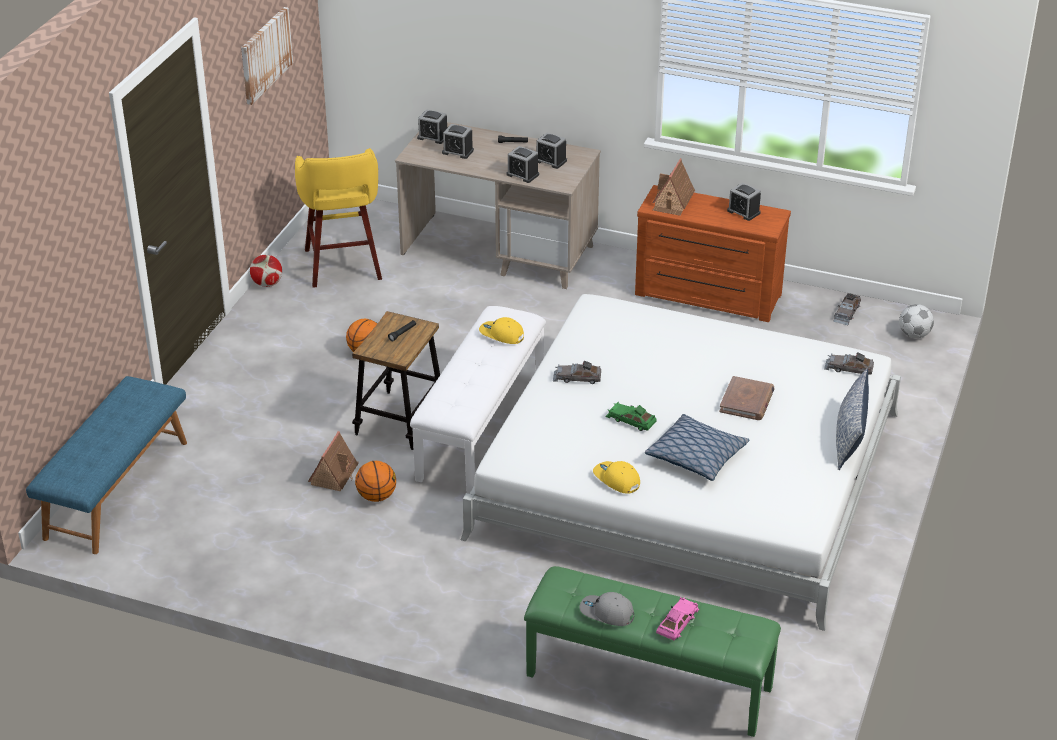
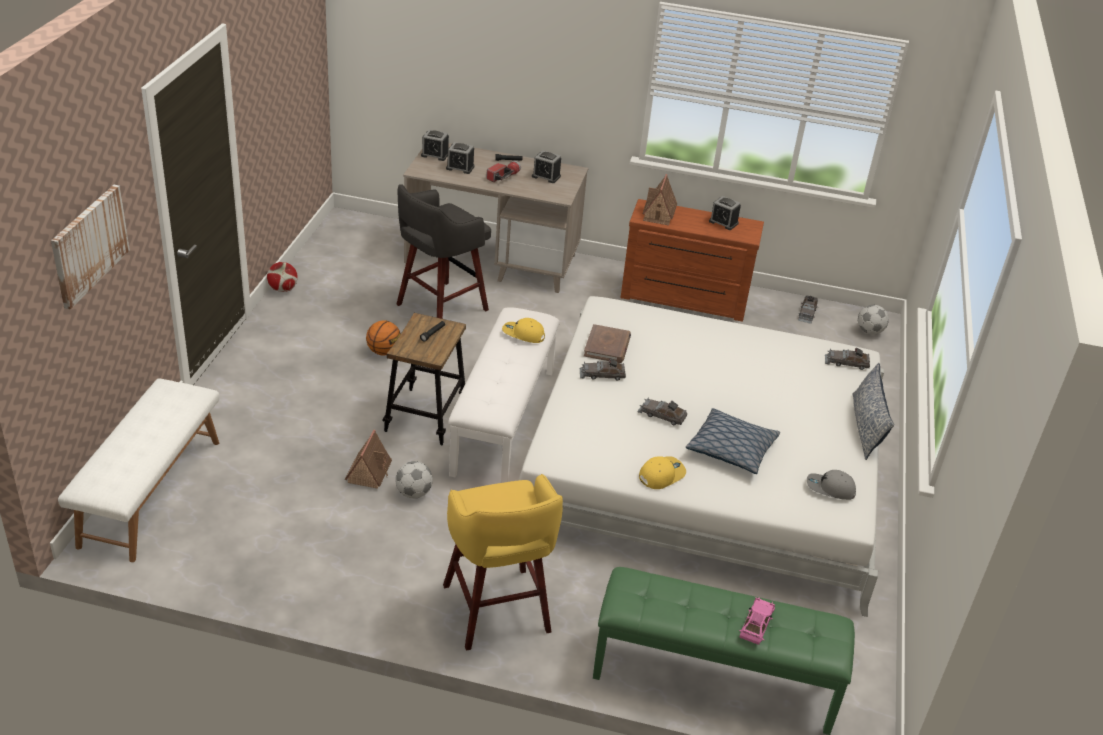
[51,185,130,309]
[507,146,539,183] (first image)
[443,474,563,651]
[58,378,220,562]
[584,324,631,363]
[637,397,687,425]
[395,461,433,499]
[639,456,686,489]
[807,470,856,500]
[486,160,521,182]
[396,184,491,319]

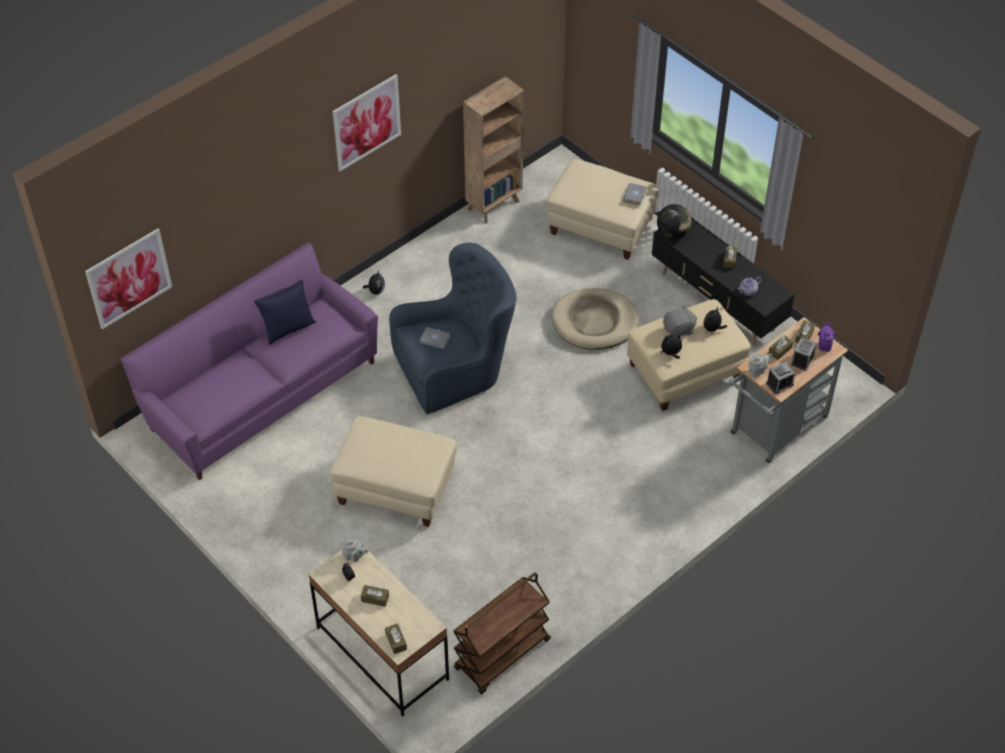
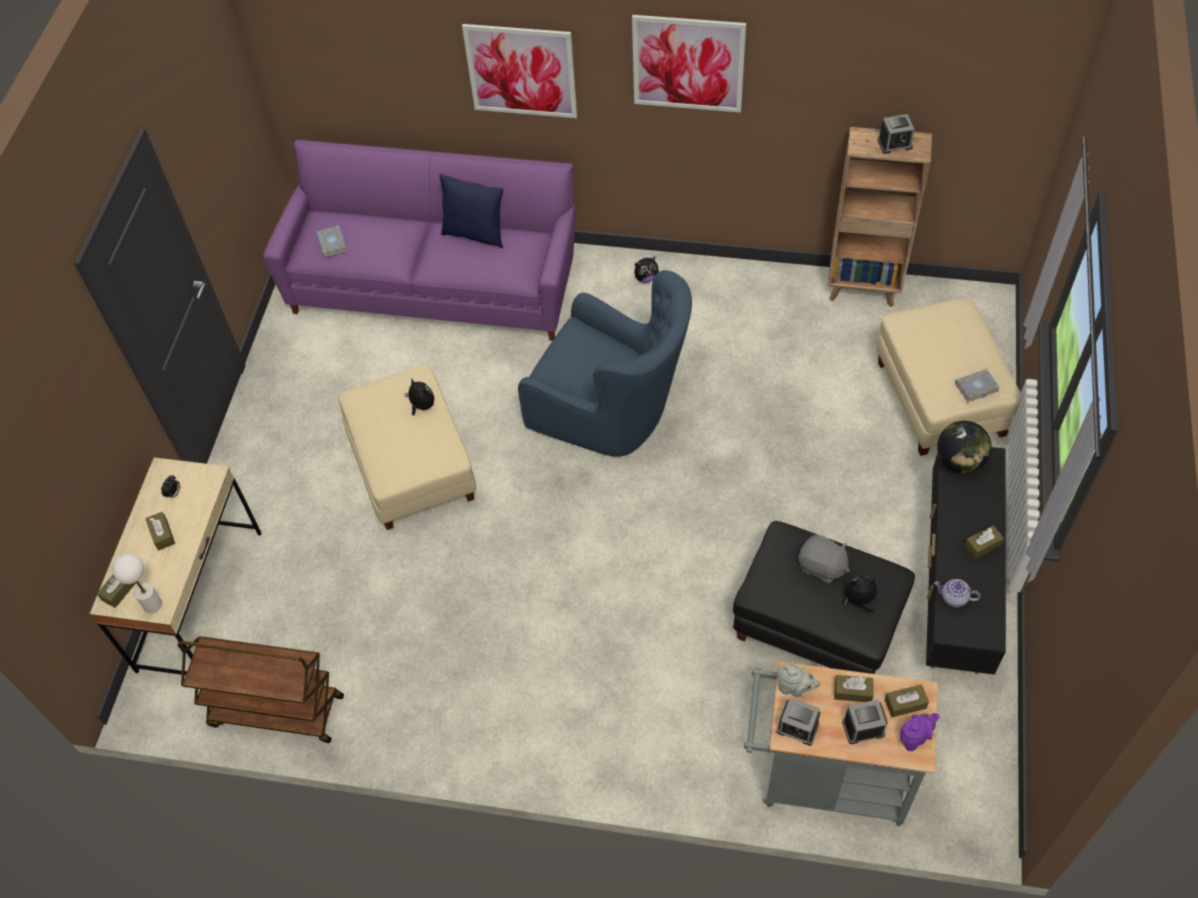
[462,24,577,118]
[552,288,639,350] (first image)
[733,521,915,674]
[316,226,347,258]
[405,379,434,415]
[341,537,369,562] (first image)
[878,114,915,154]
[112,554,162,613]

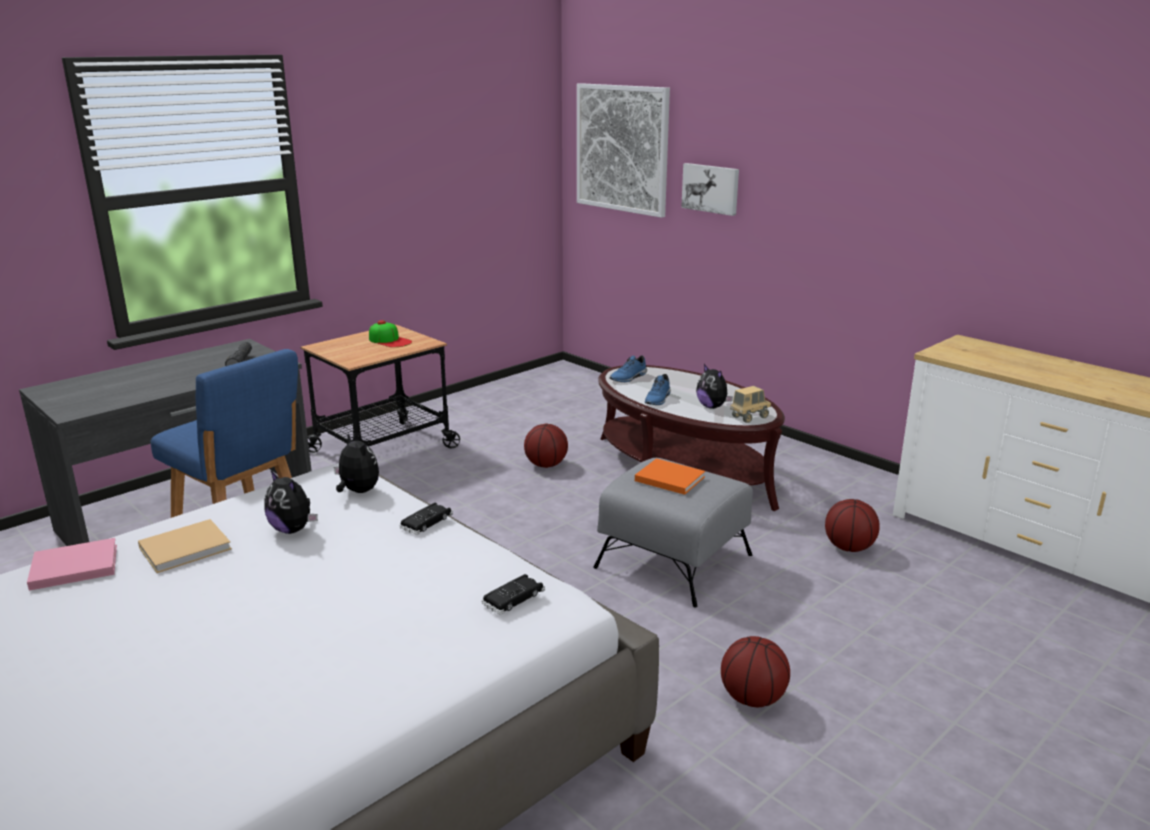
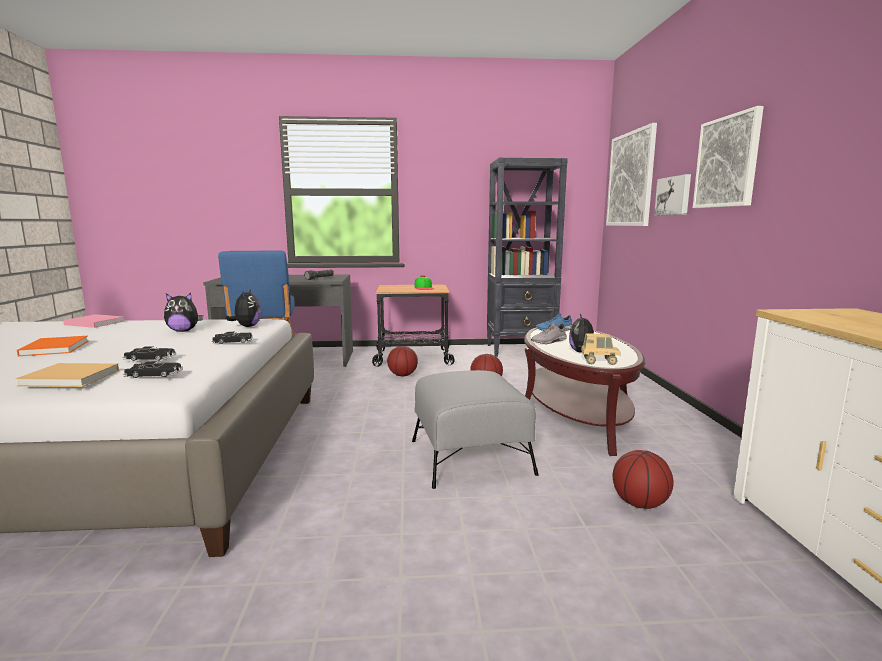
[531,323,567,344]
[17,336,89,356]
[164,293,203,332]
[15,363,119,387]
[387,346,418,376]
[693,106,764,208]
[487,158,568,357]
[123,347,176,361]

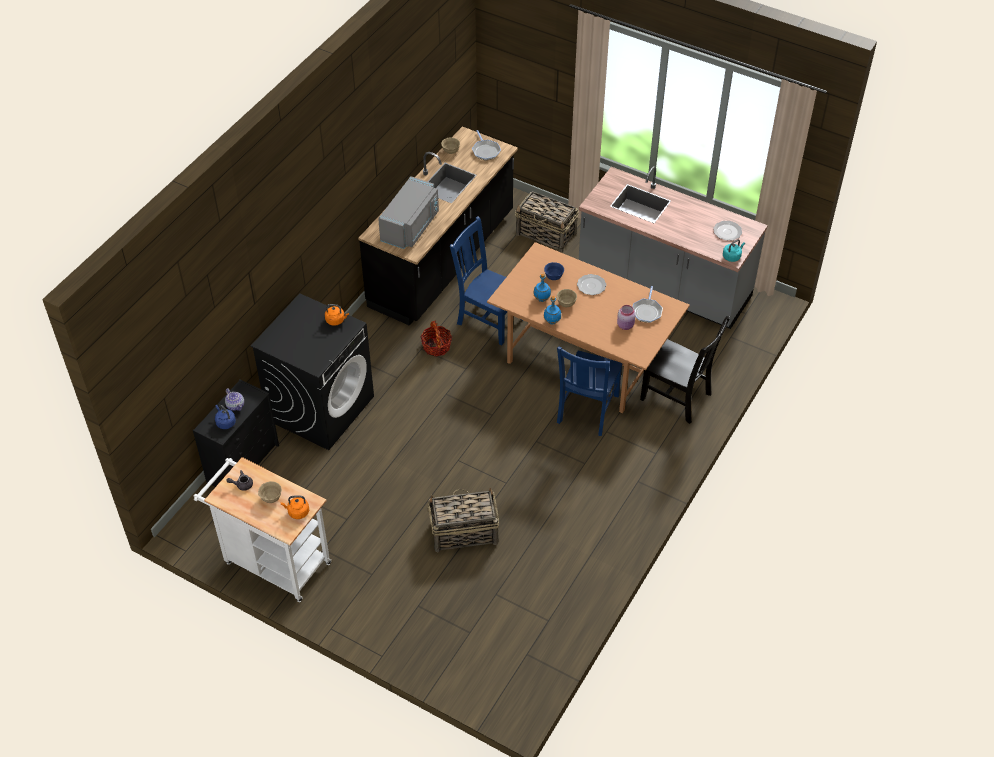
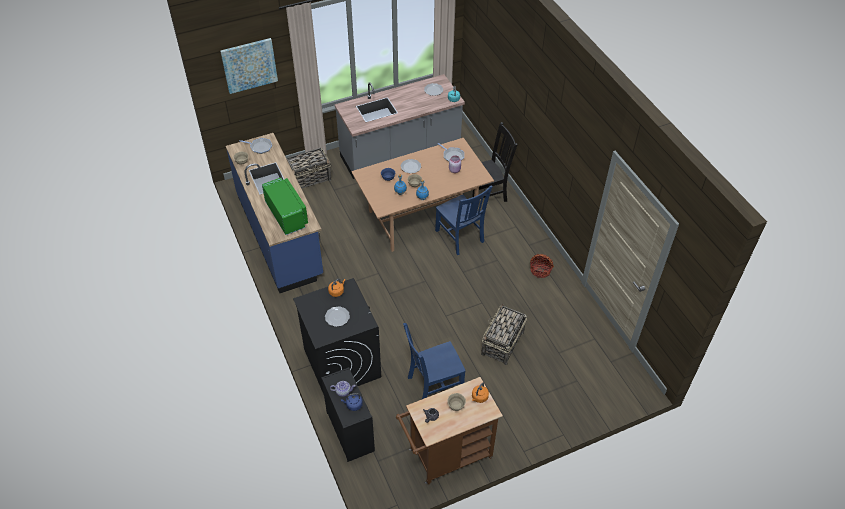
[226,133,323,293]
[262,178,308,235]
[403,323,466,399]
[530,254,554,278]
[396,377,503,485]
[220,38,278,94]
[325,306,350,327]

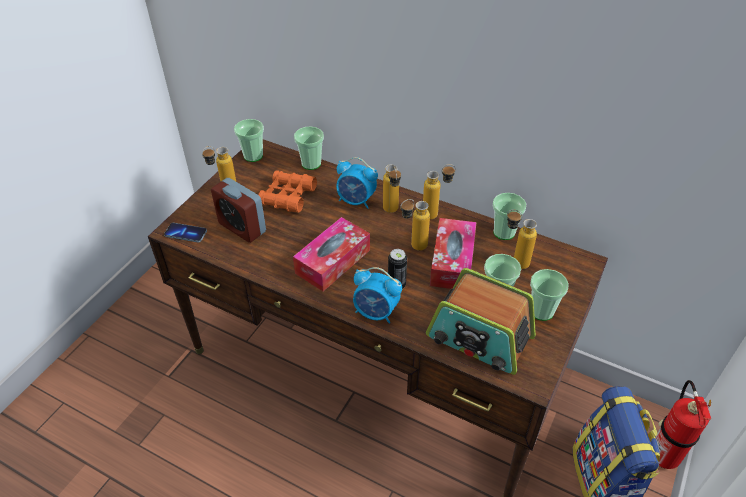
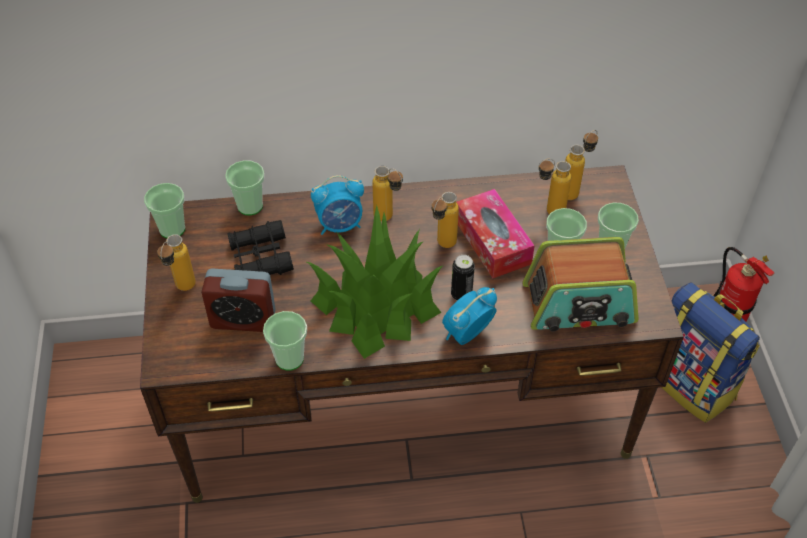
[565,130,598,200]
[227,220,294,275]
[263,311,307,371]
[307,205,444,359]
[164,223,207,242] (first image)
[442,287,497,345]

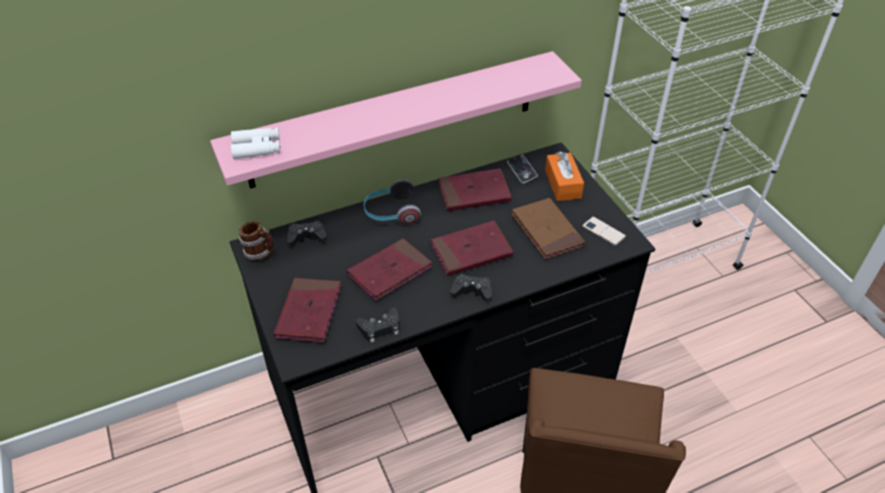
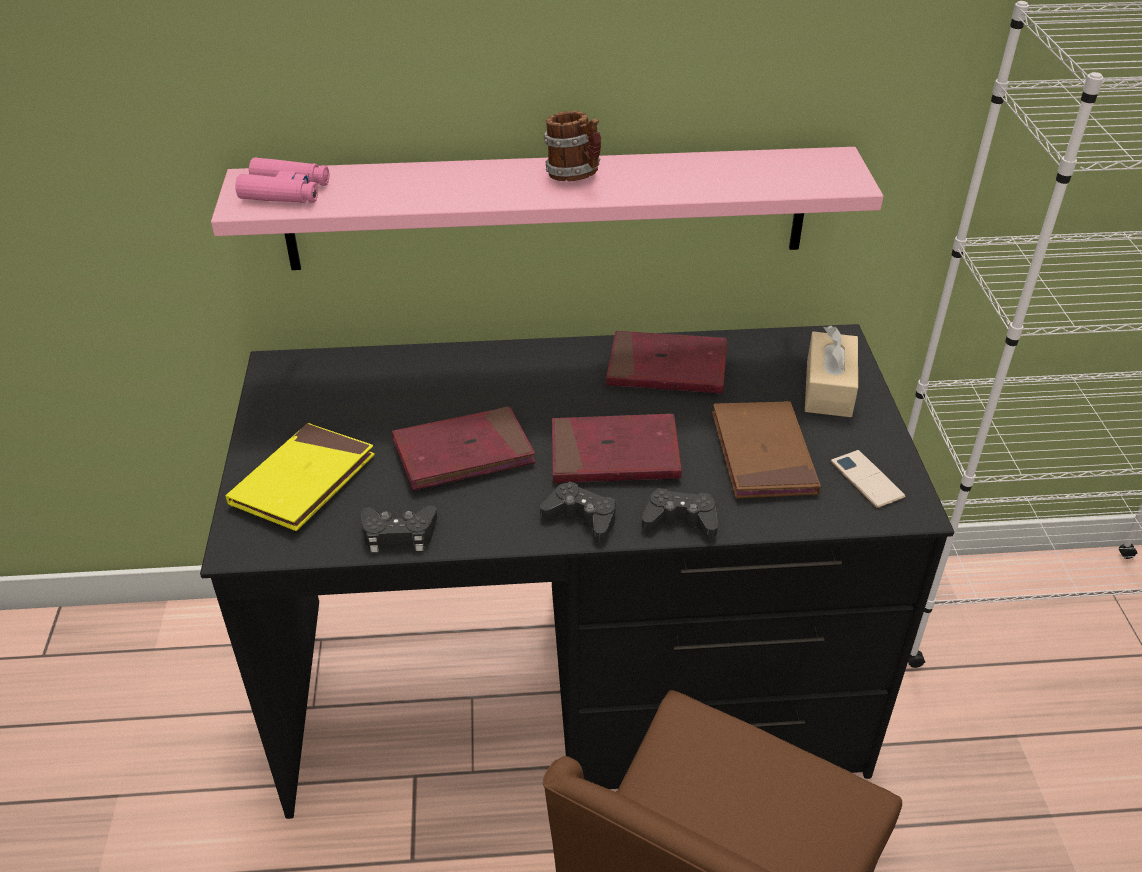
[235,158,329,203]
[805,326,858,417]
[507,154,538,184] (first image)
[364,180,421,225] (first image)
[544,111,601,181]
[642,488,718,538]
[226,423,375,531]

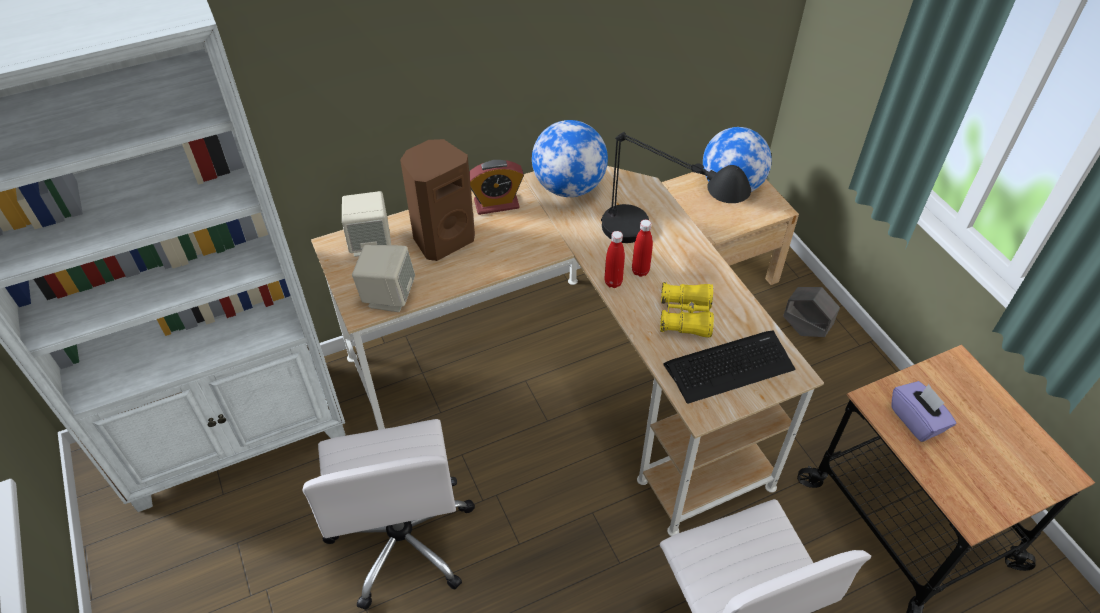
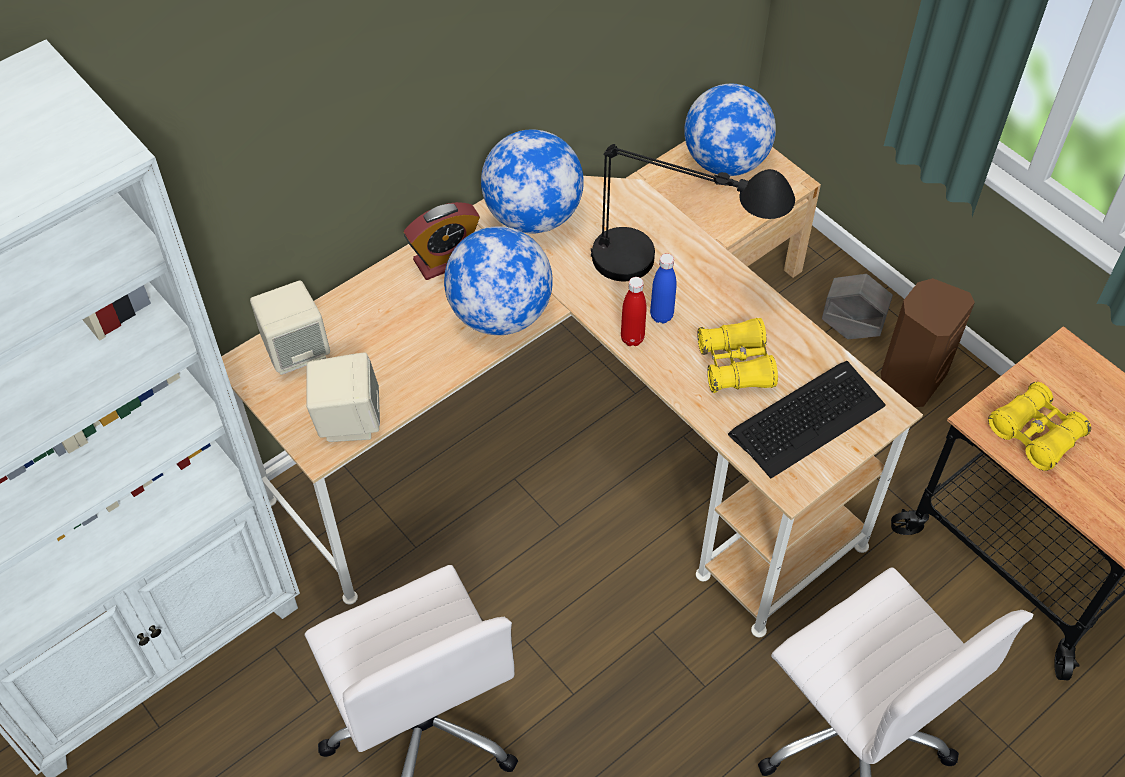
[881,278,975,407]
[650,253,677,324]
[988,382,1091,471]
[444,226,553,335]

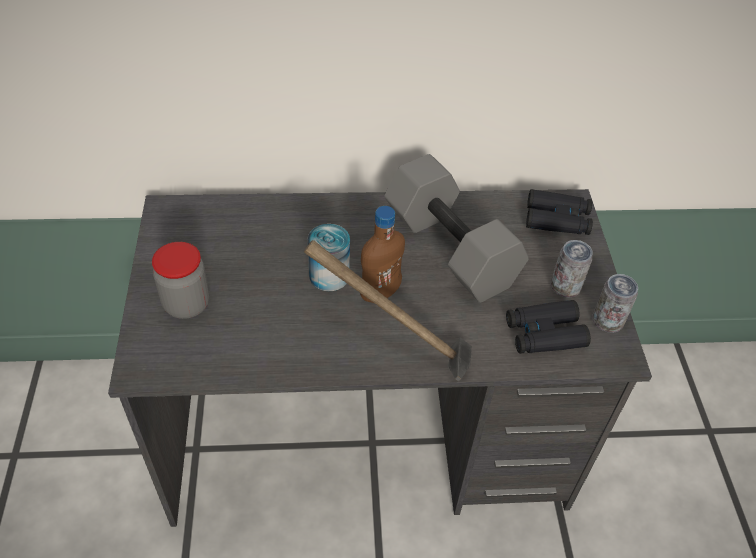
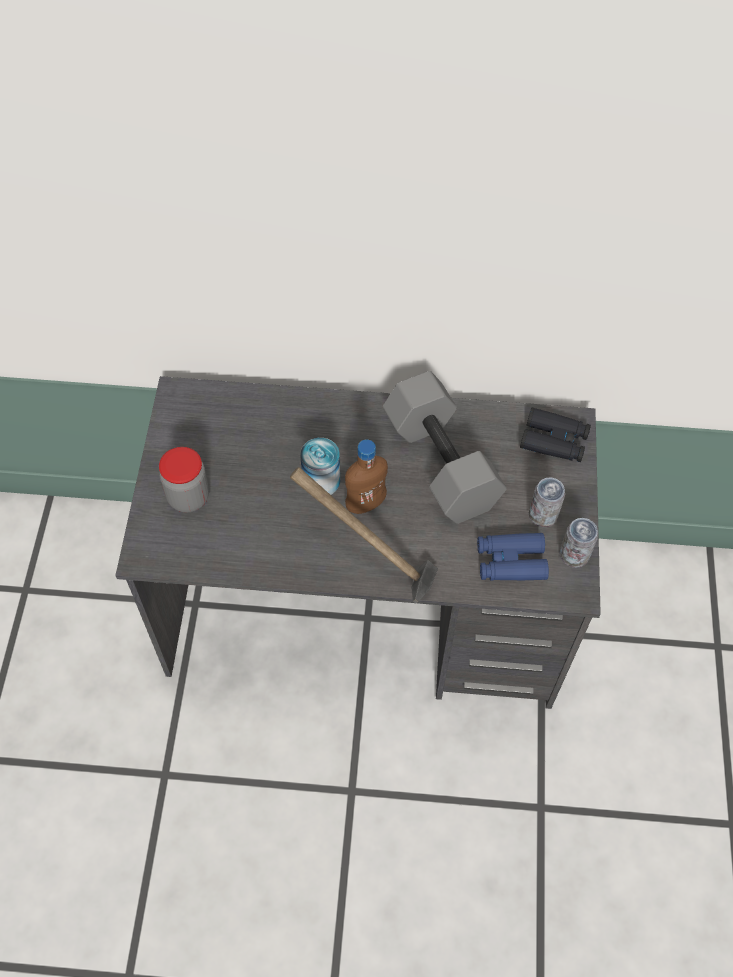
[477,533,549,580]

